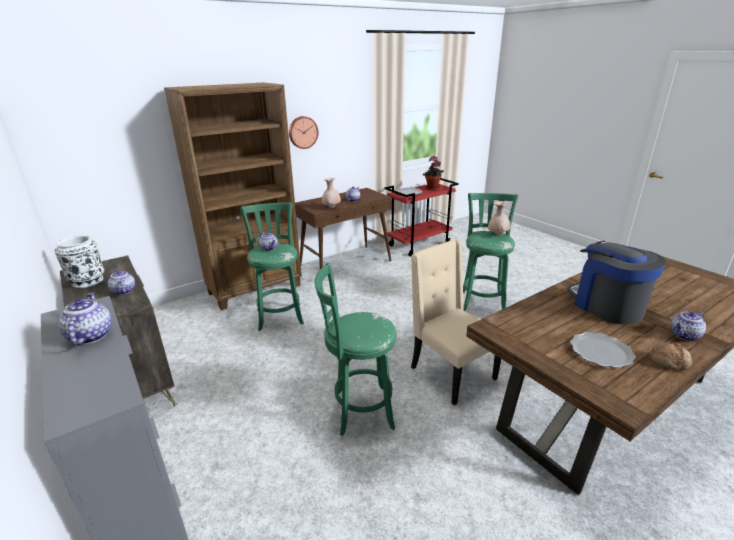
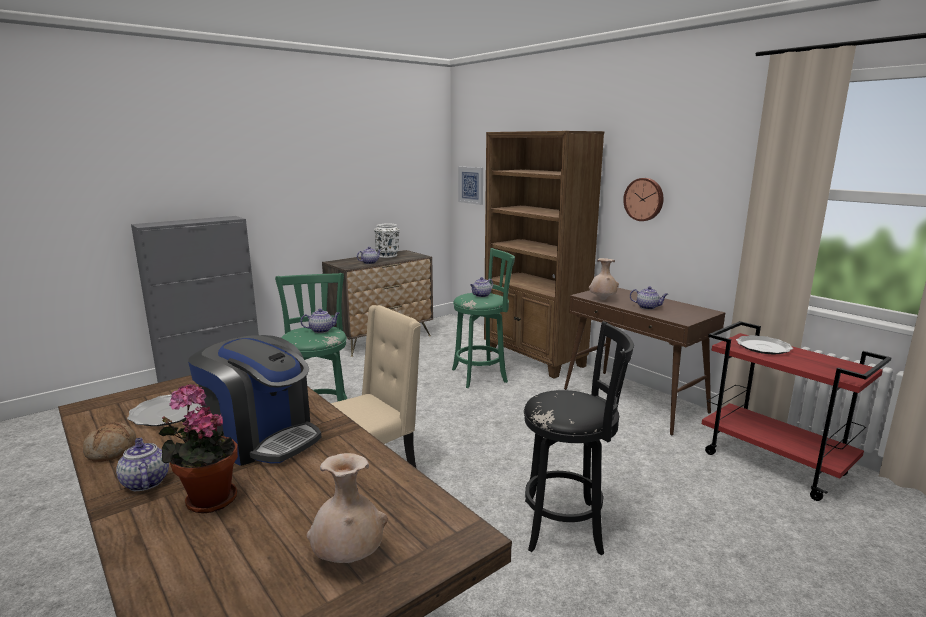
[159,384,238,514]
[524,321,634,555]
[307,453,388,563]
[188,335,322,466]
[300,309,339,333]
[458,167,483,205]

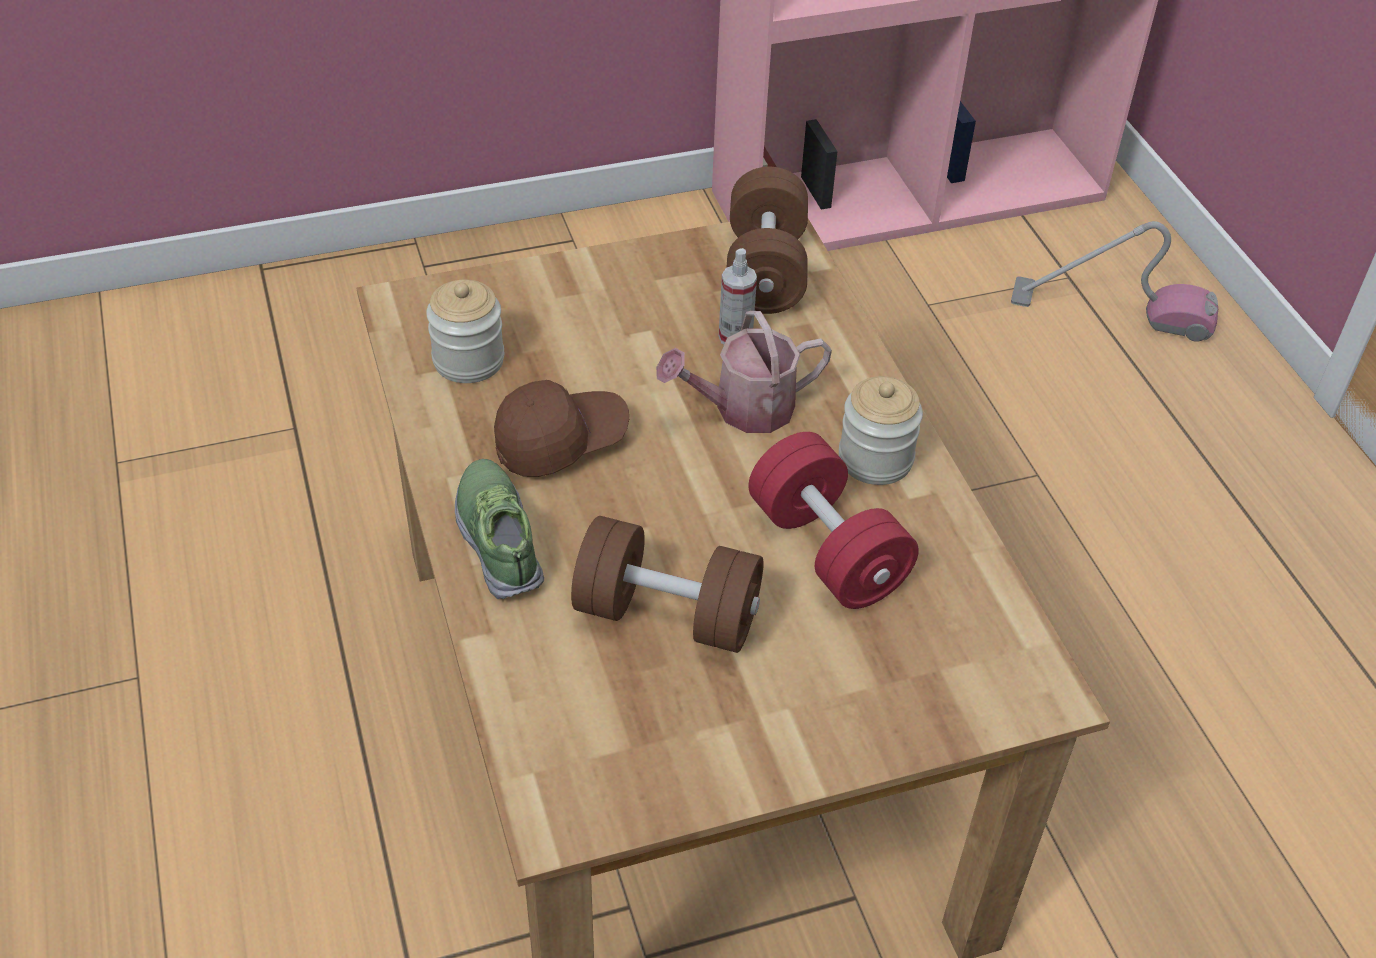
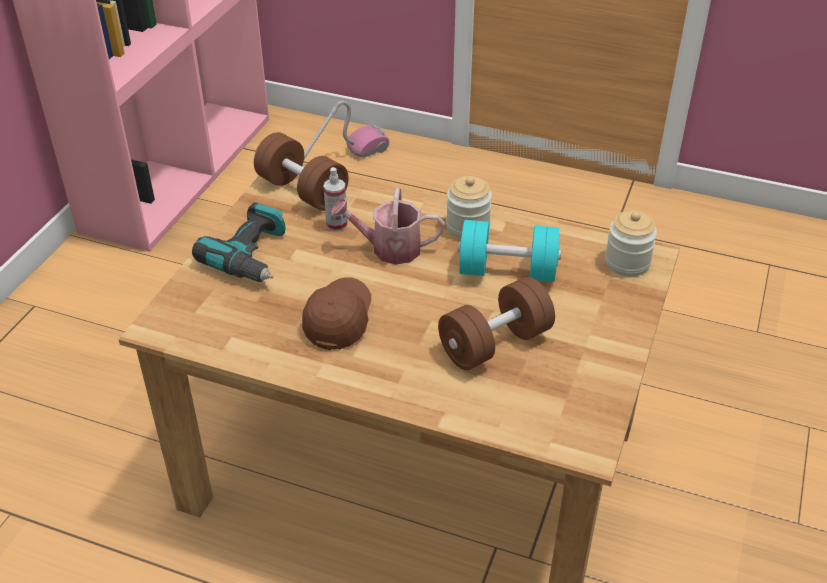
[605,210,657,276]
[331,187,445,265]
[458,220,561,282]
[455,459,544,599] (first image)
[192,202,285,282]

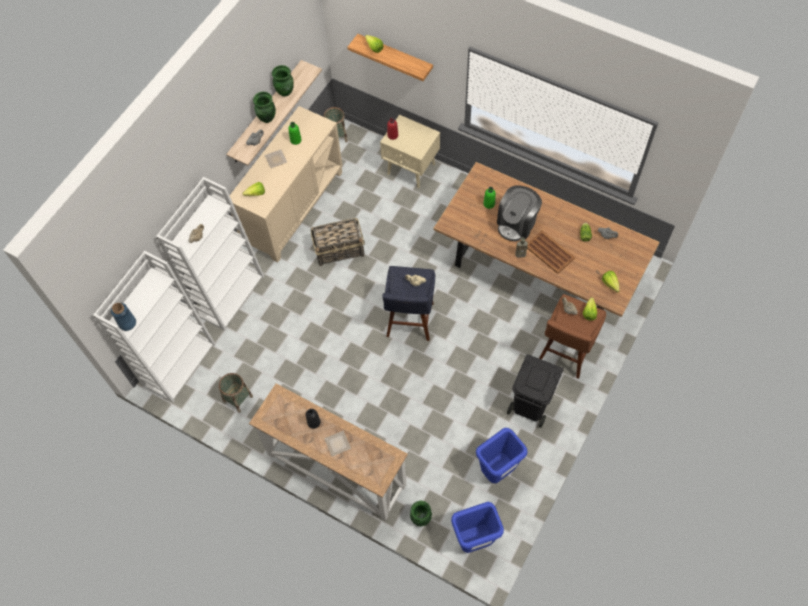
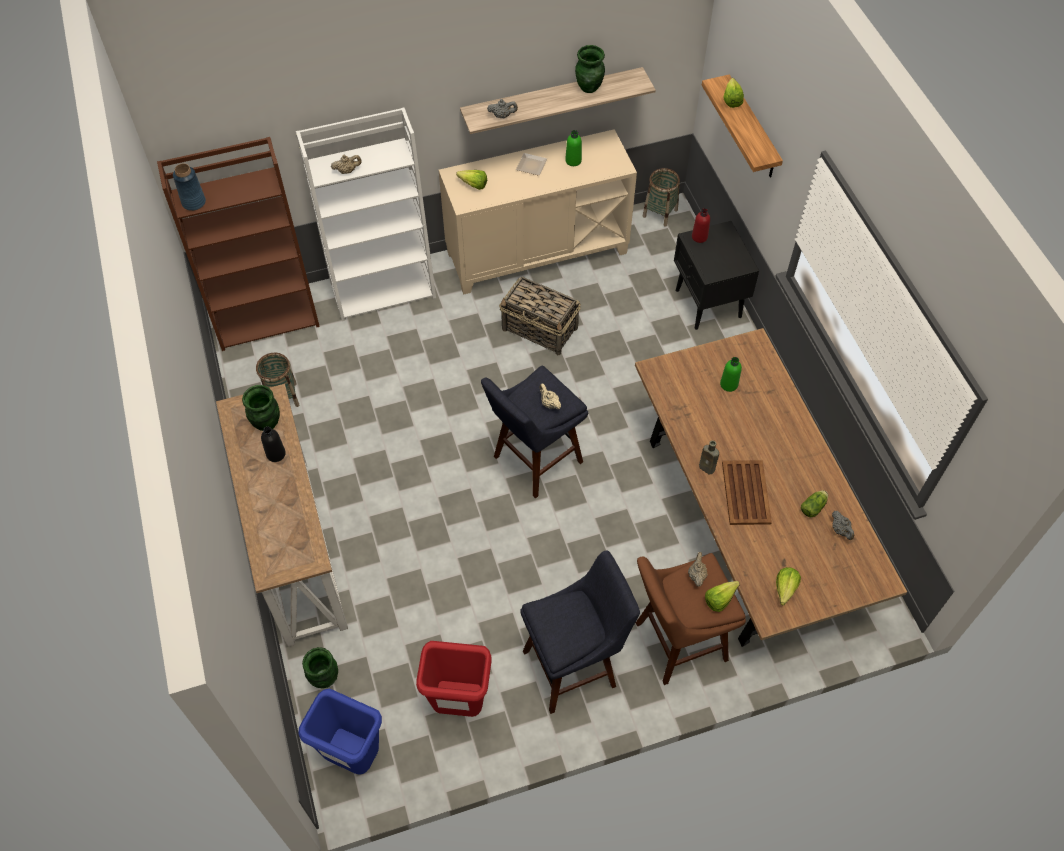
[242,385,280,431]
[674,221,759,330]
[497,185,542,241] (first image)
[157,137,320,351]
[520,550,640,714]
[416,641,492,717]
[324,431,351,457] (first image)

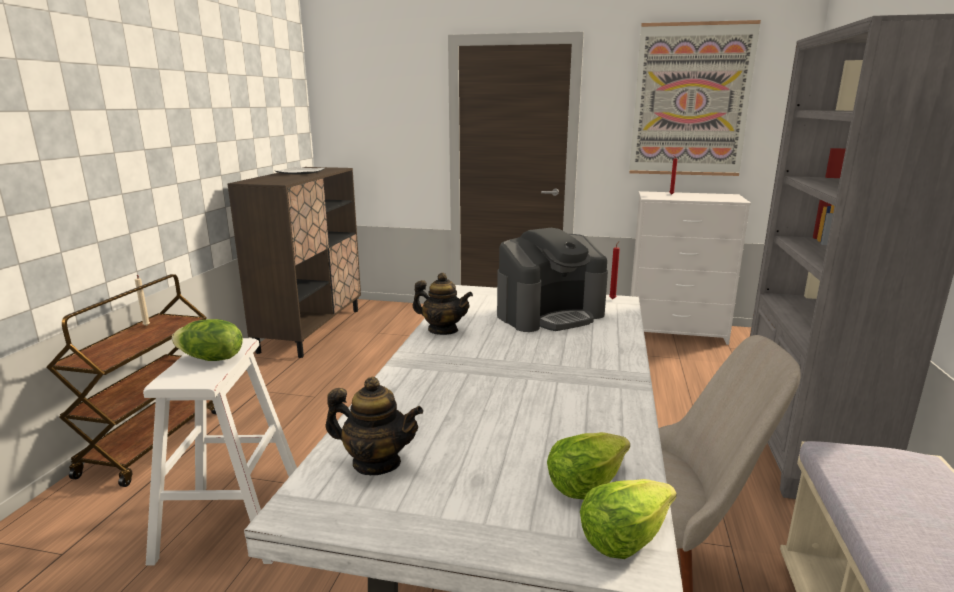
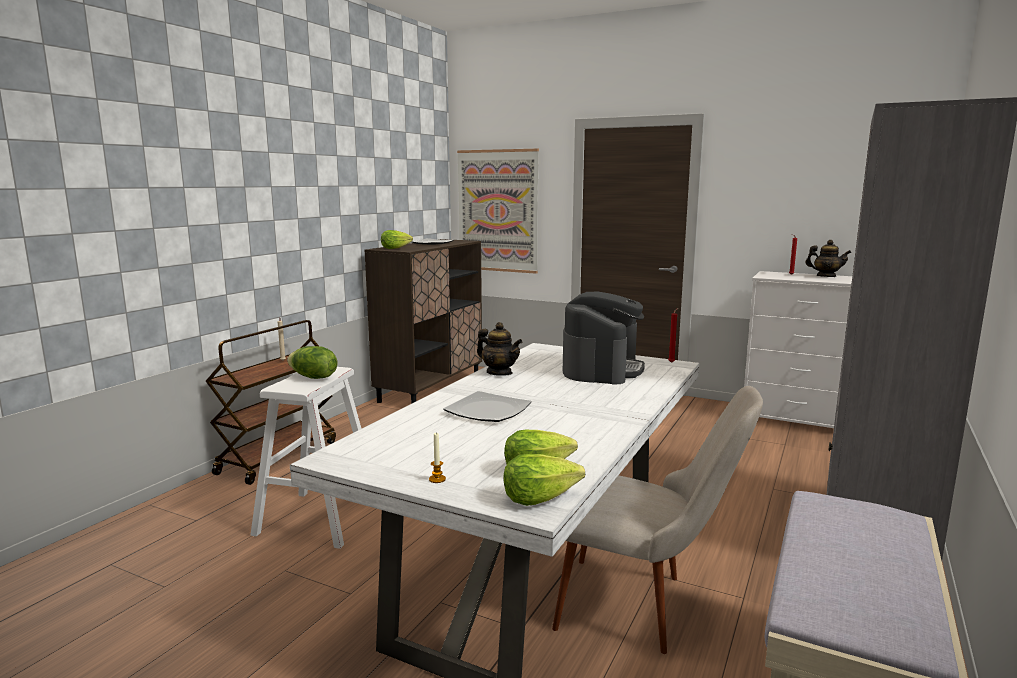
[457,149,539,274]
[563,291,645,384]
[805,240,851,277]
[381,230,413,249]
[443,391,532,422]
[429,433,446,483]

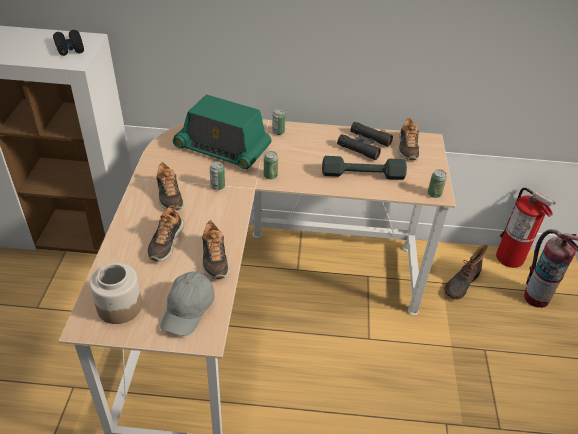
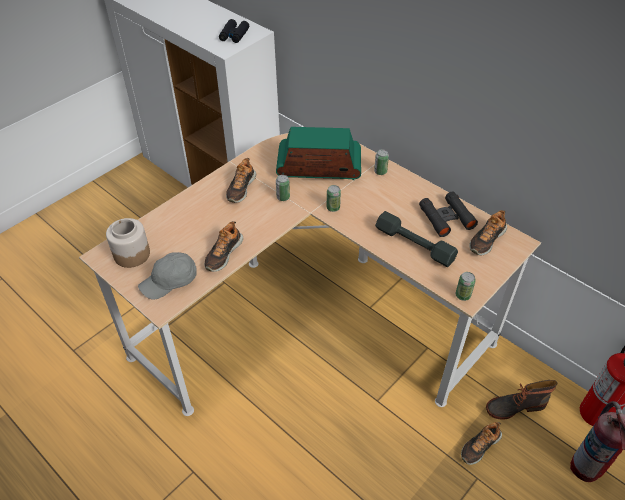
[276,127,361,180]
[461,422,502,465]

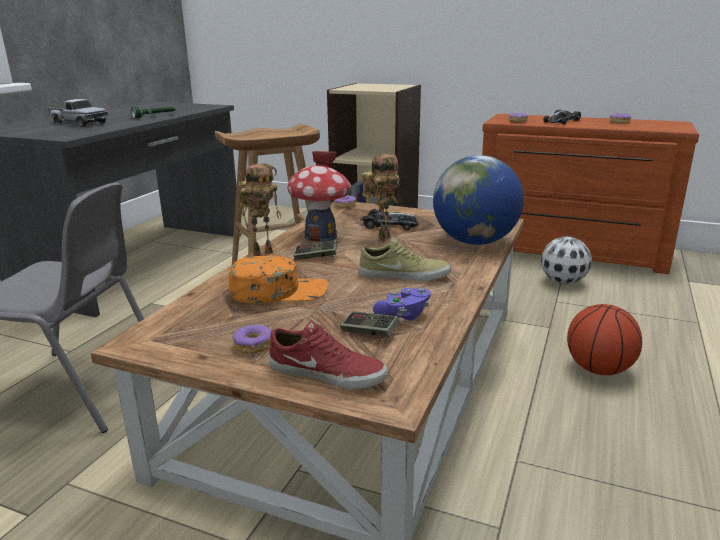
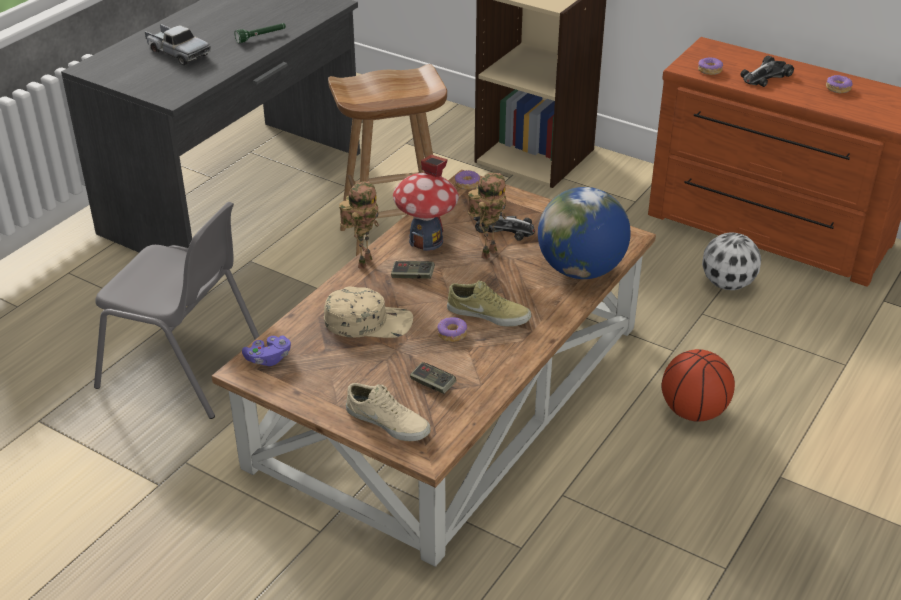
[339,181,379,270]
[324,287,413,338]
[242,335,291,366]
[346,383,431,441]
[437,317,467,342]

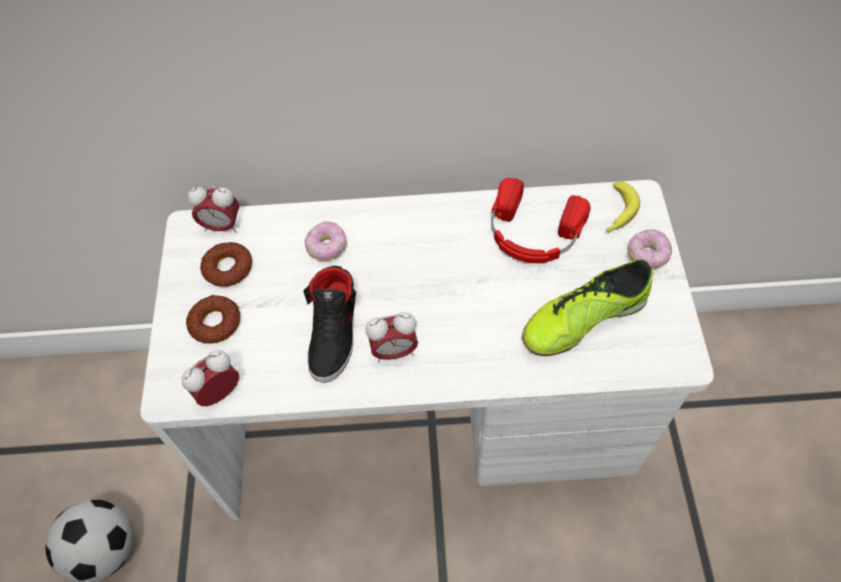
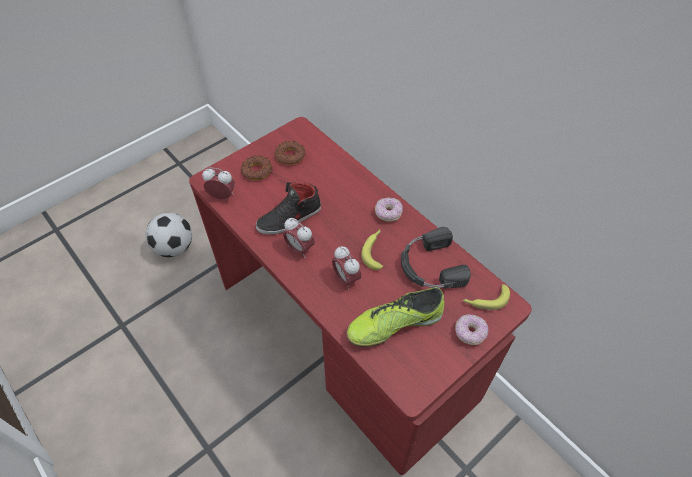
[401,227,471,289]
[189,117,532,475]
[332,246,361,290]
[375,198,403,222]
[347,287,444,347]
[361,229,383,270]

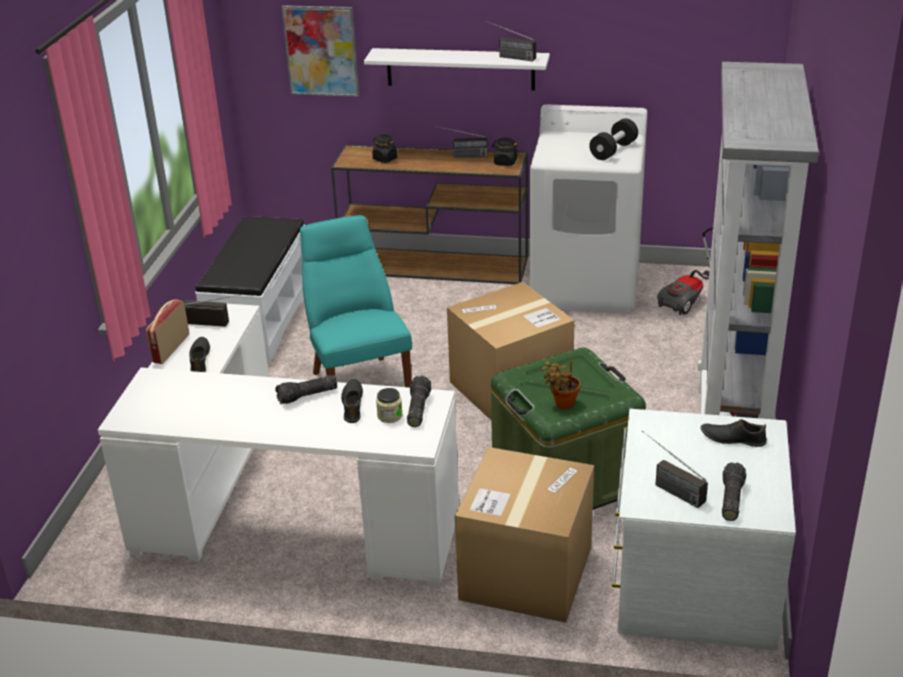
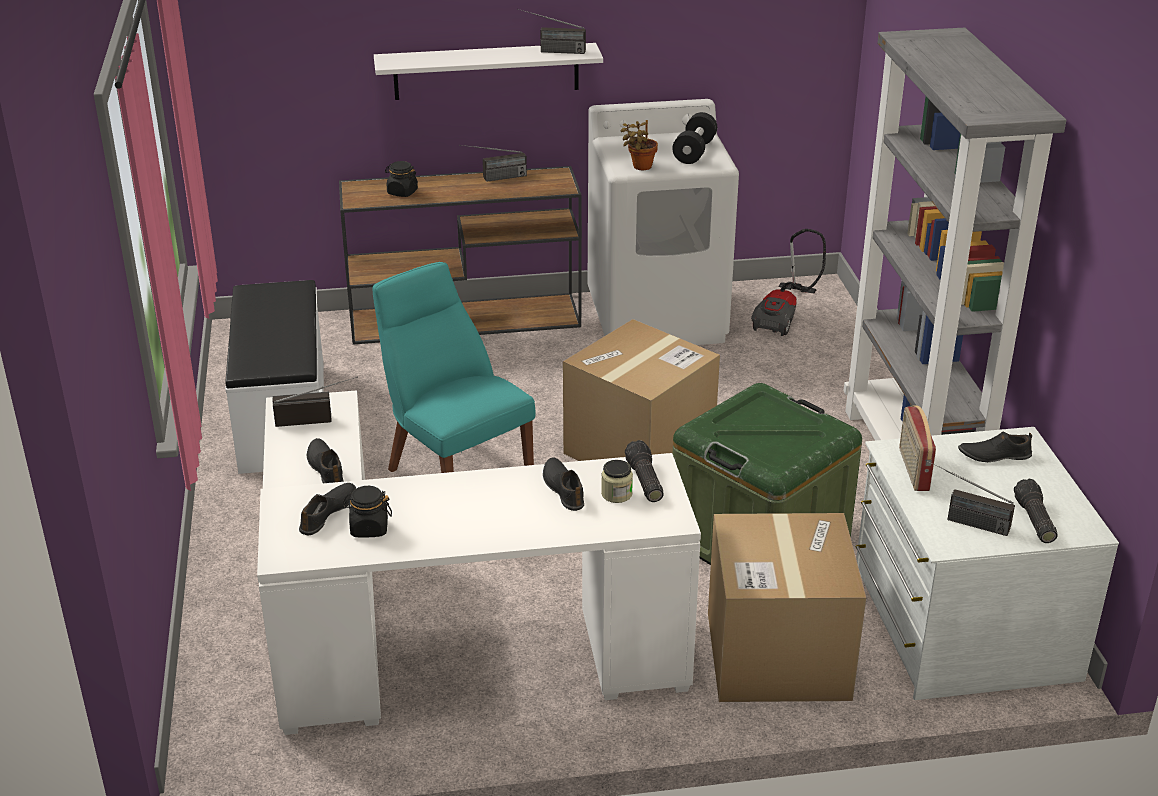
[282,5,359,97] (first image)
[343,486,392,537]
[899,405,936,491]
[621,120,658,170]
[276,375,337,404] (first image)
[299,483,356,535]

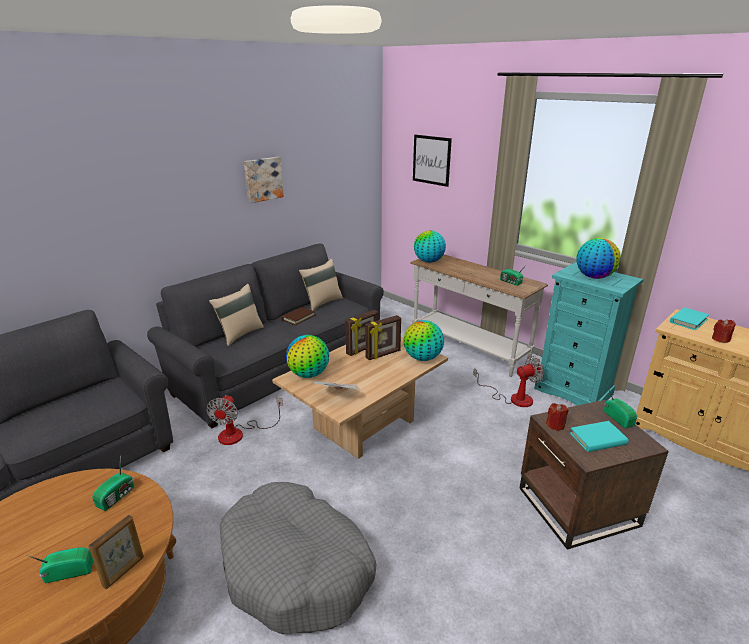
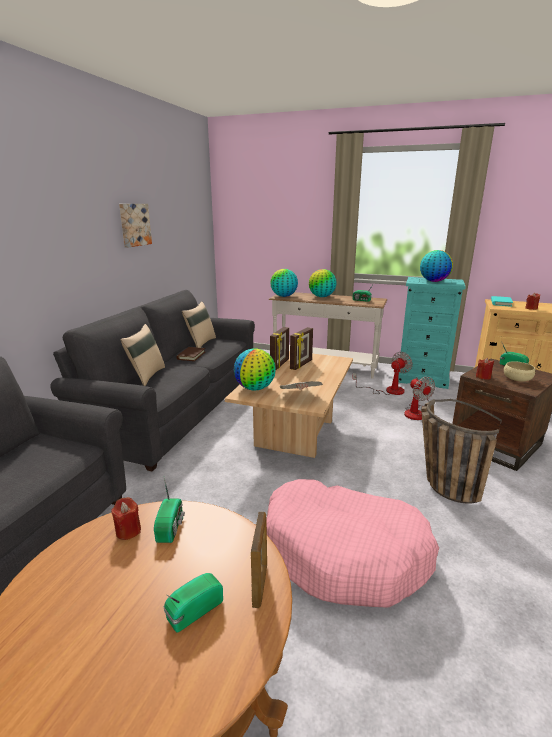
[413,135,452,187] (first image)
[309,269,337,297]
[404,377,435,420]
[504,361,535,381]
[266,479,439,608]
[421,399,502,503]
[111,497,141,540]

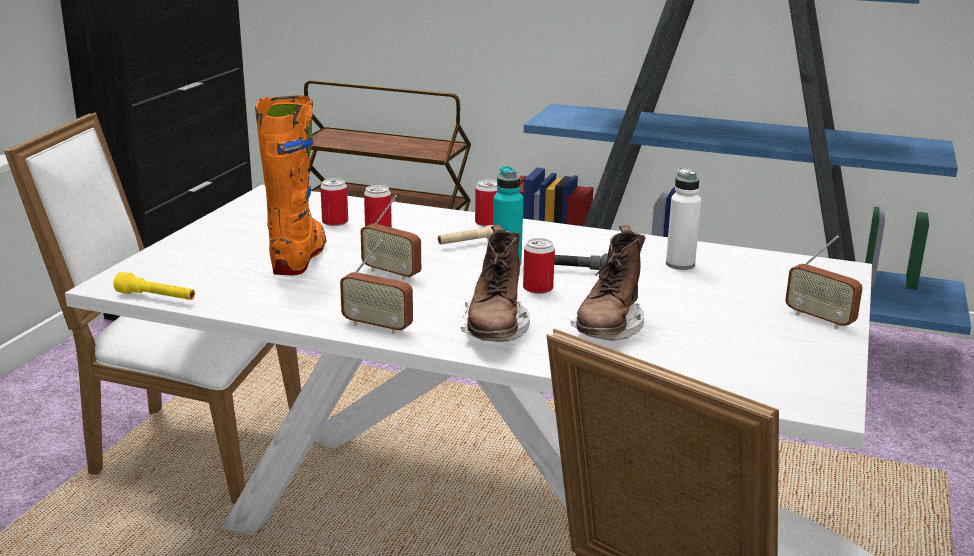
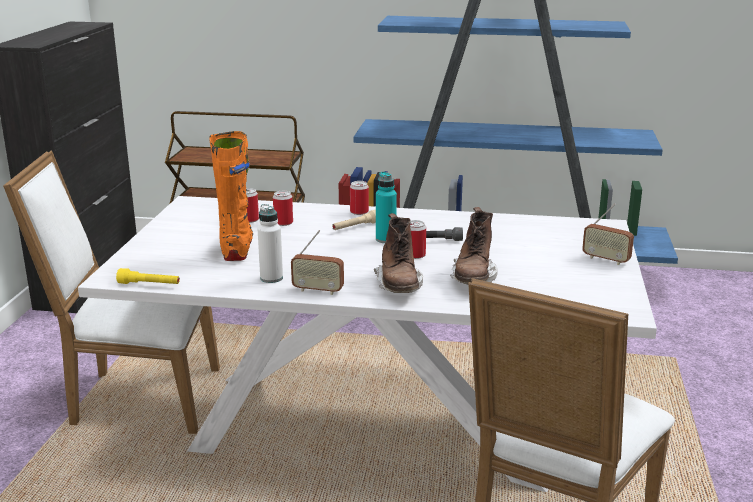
[258,204,283,283]
[360,195,421,280] (first image)

